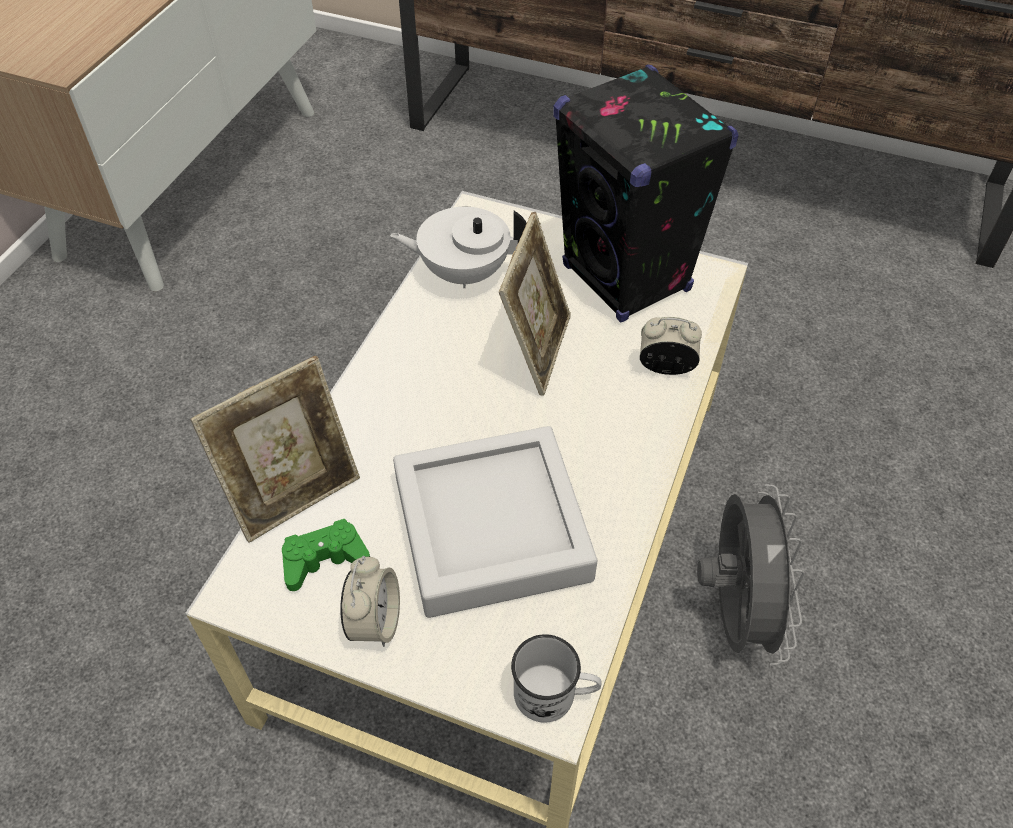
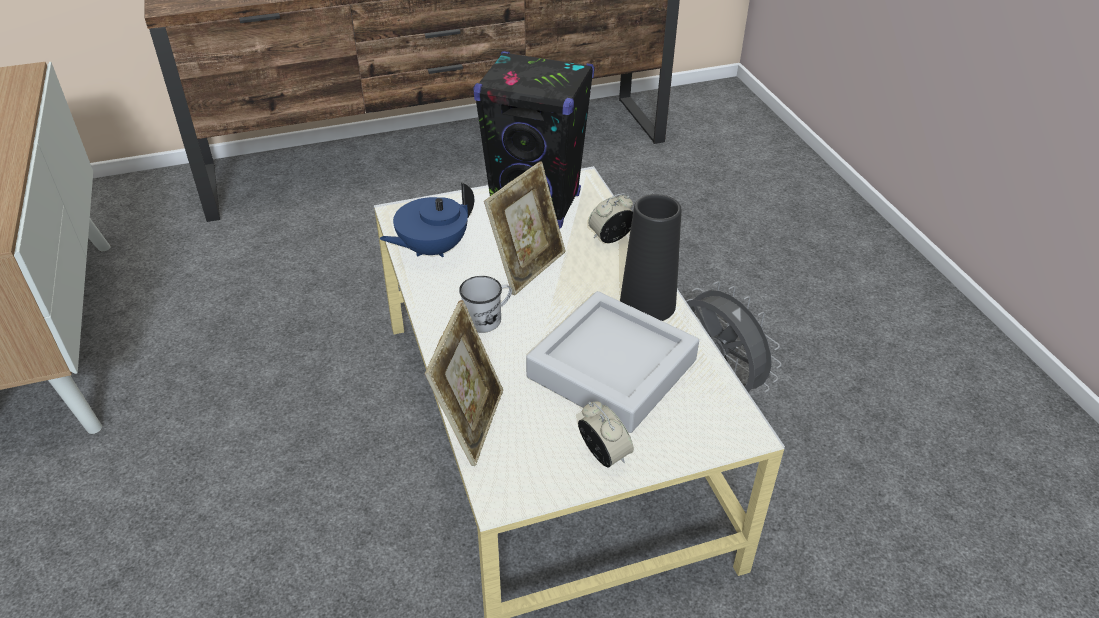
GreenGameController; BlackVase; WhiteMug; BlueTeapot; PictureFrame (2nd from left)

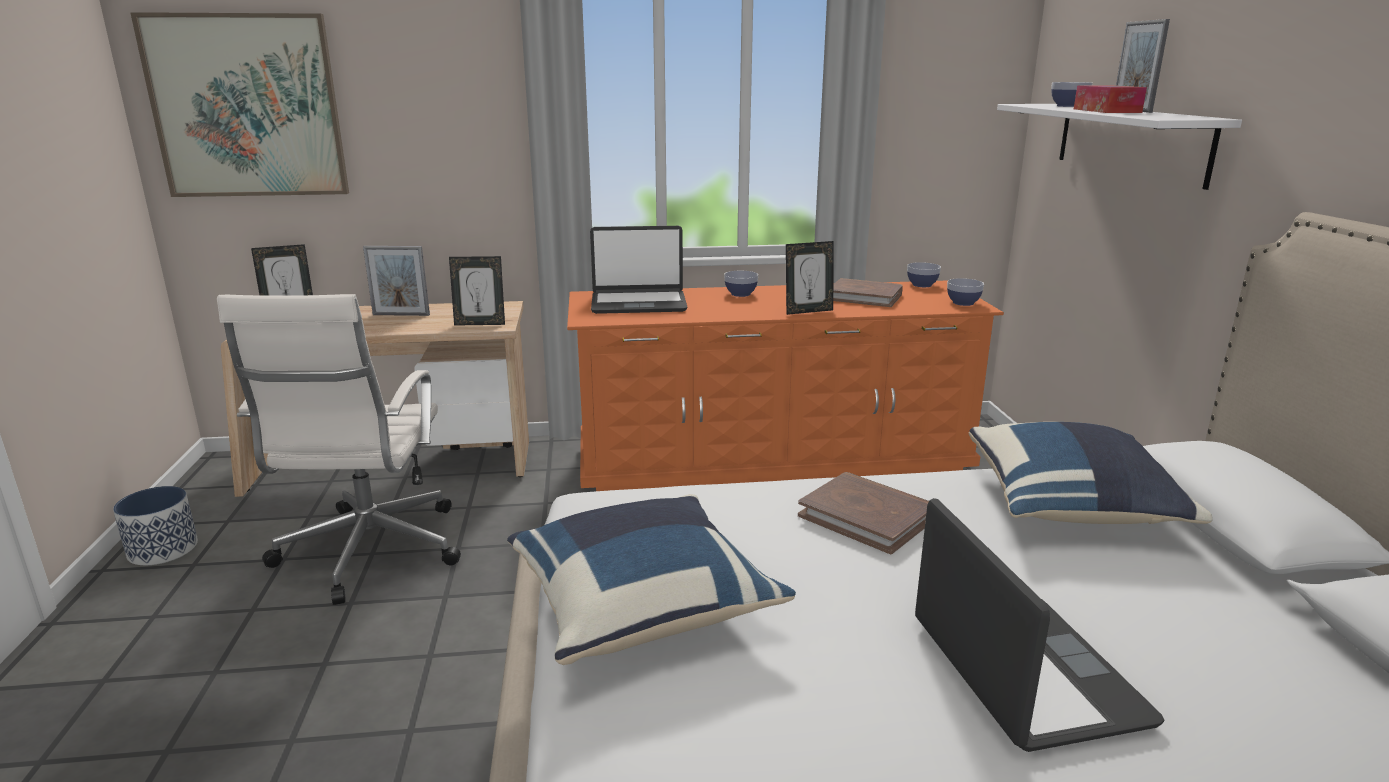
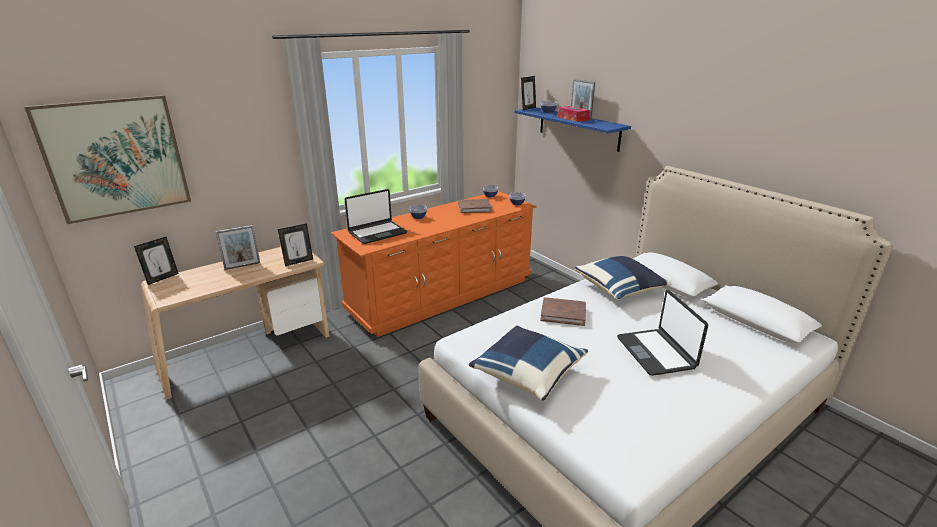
Planter; WhiteOfficeChair; PictureFrame (4th from left); BlueShelf; Laptop (2nd from left)

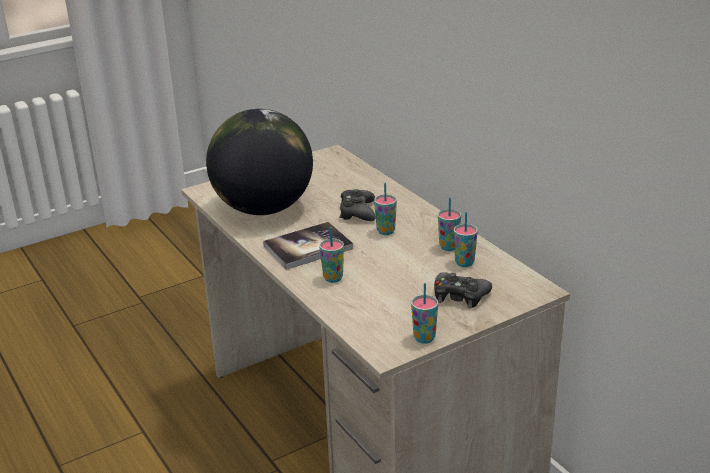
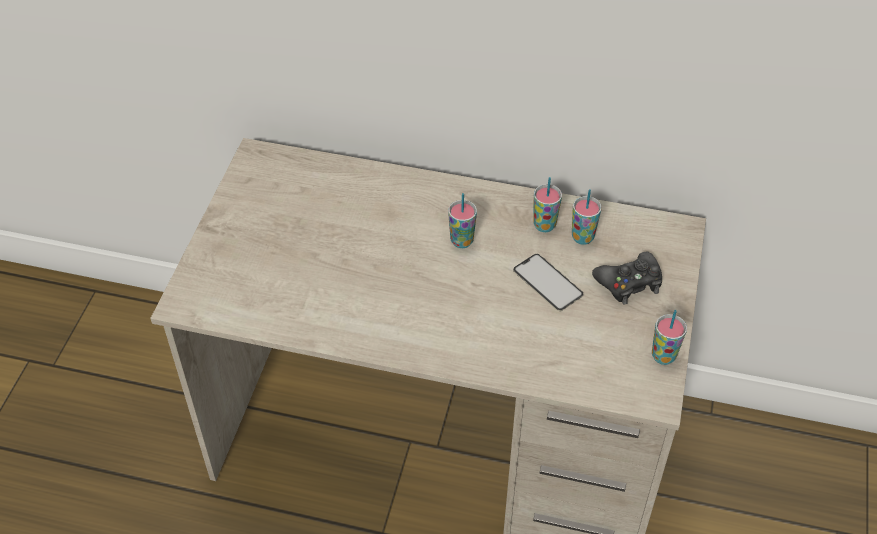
Globe; Book; Cup (1st from left in the first image); BlackGameController (1st from left in the first image); Phone

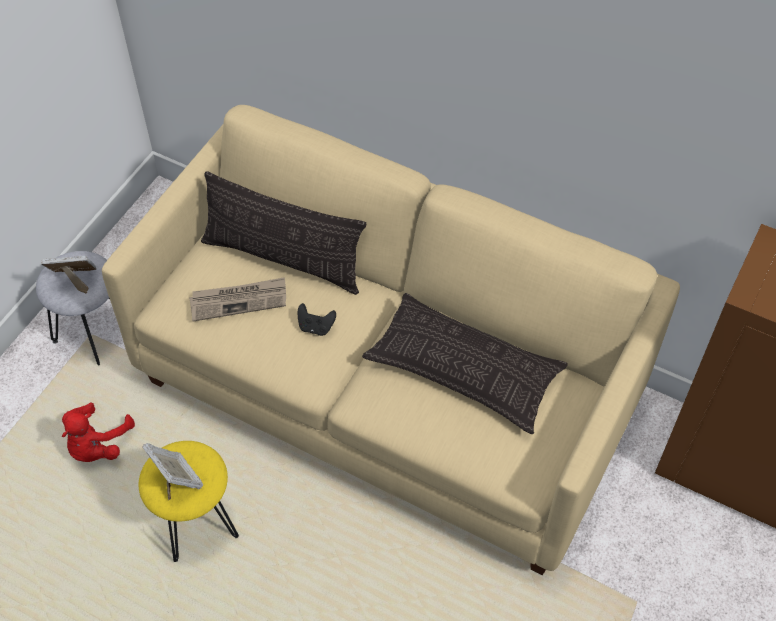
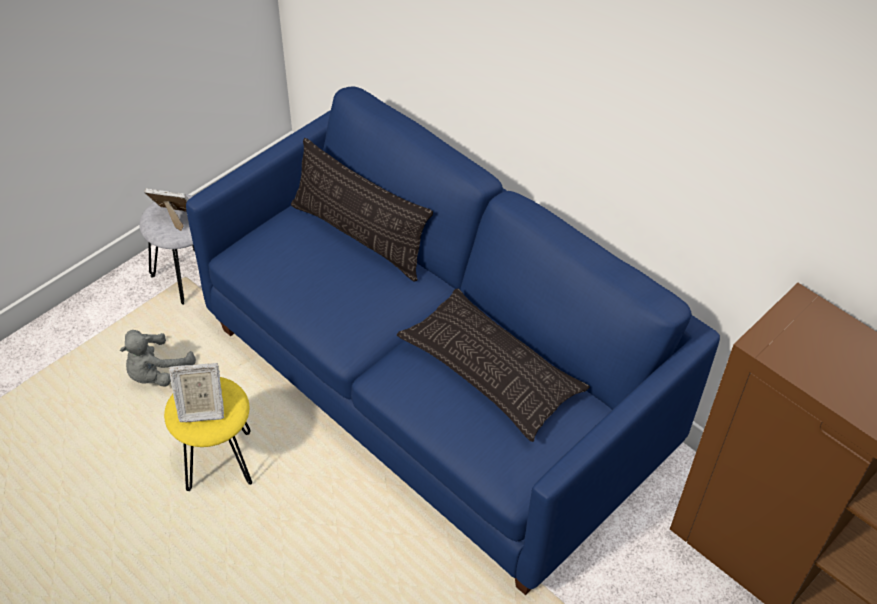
Newspaper; BlackGameController; GreyPlushToy; BlueSofa; PictureFrame (2nd from left)

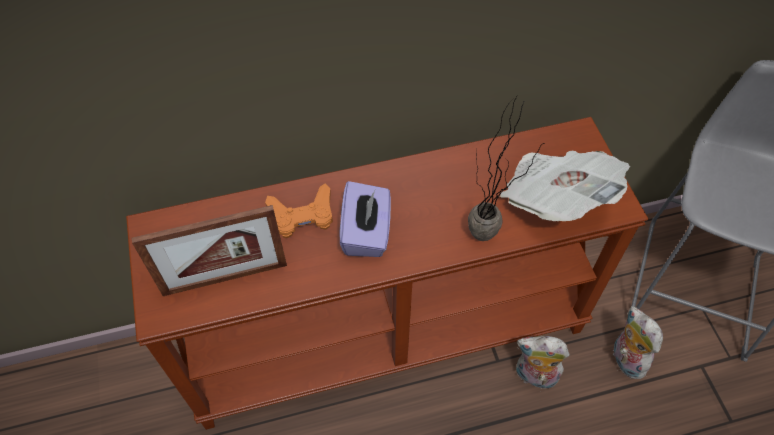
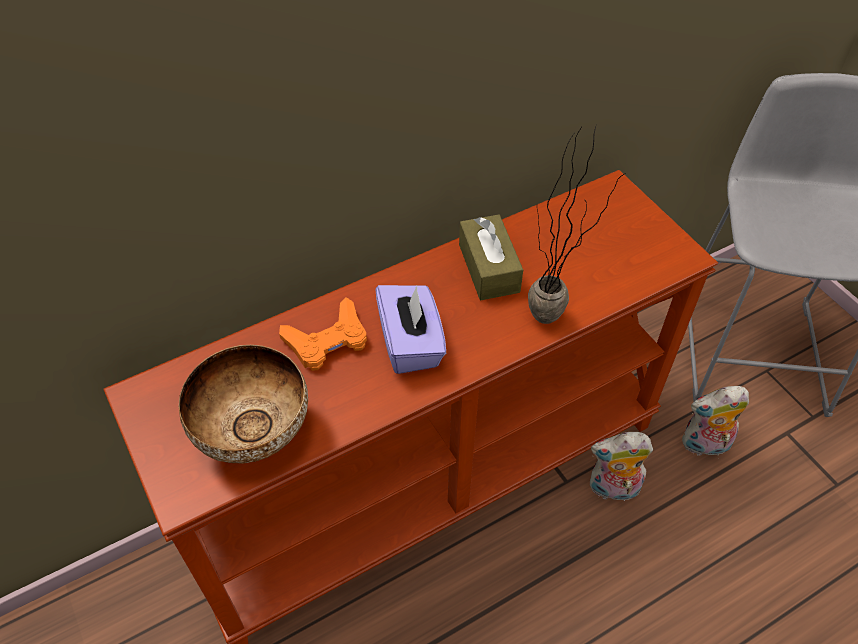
Newspaper; BrownTissueBox; Bowl; PlushToy (2nd from left)

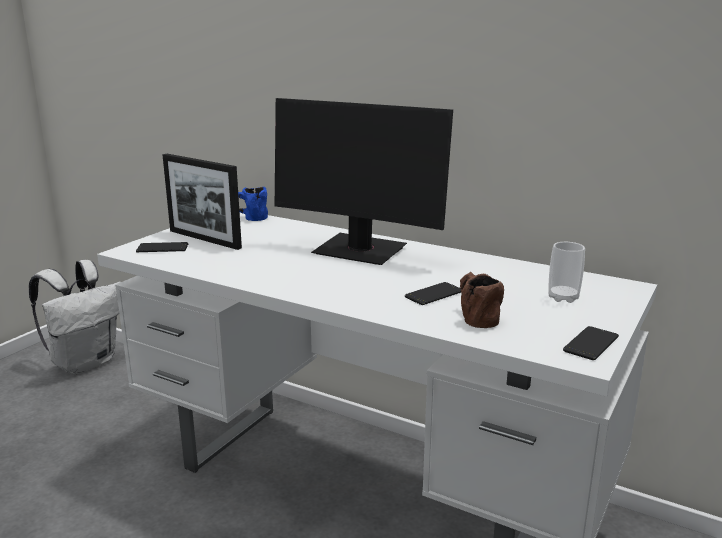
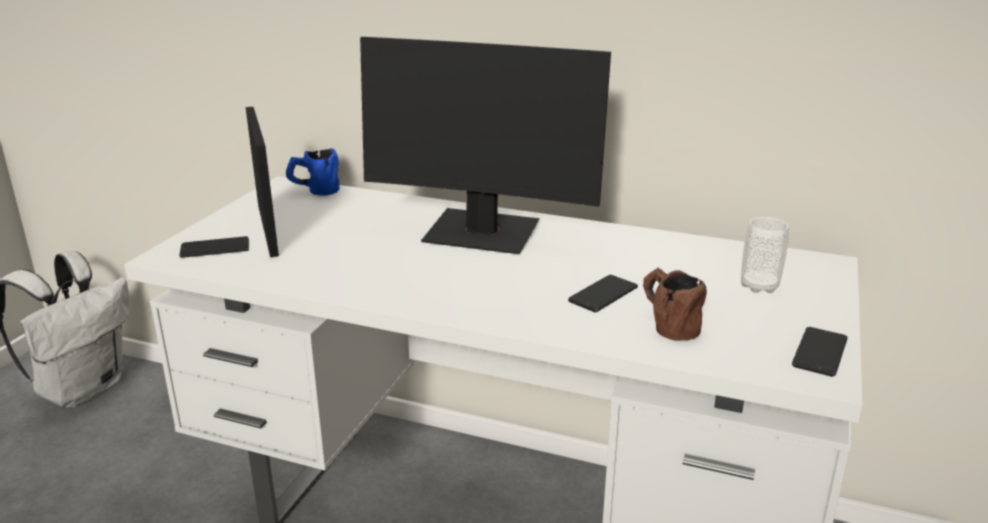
PictureFrame

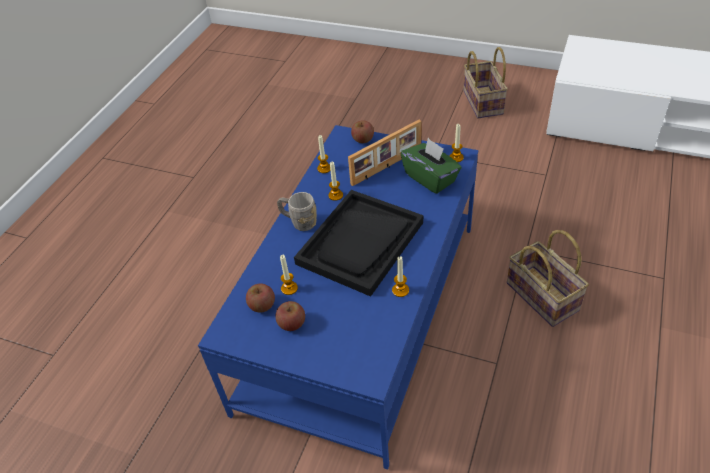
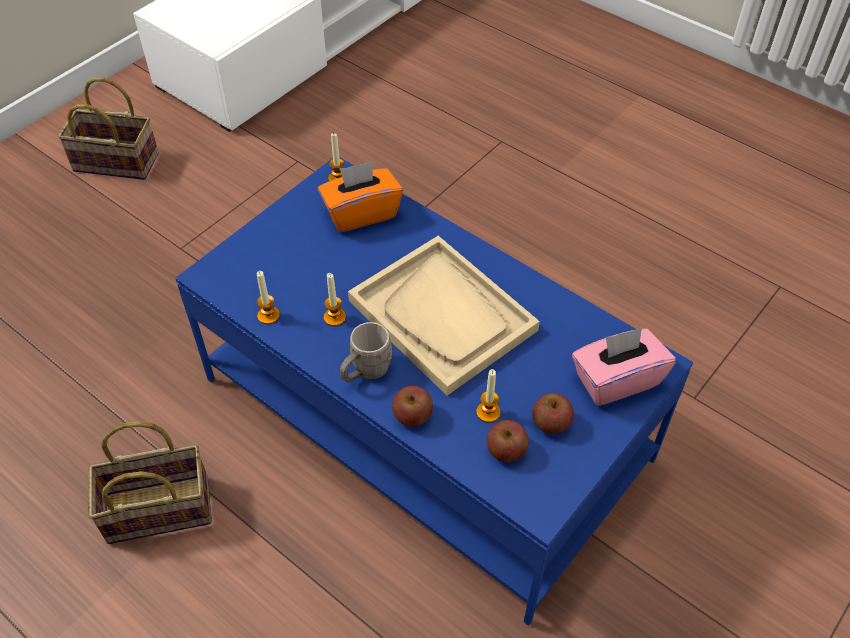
PictureFrame; Candle (4th from left in the first image); PinkTissueBox; Apple (1st from left); Basket (2nd from left); BeigeTray; OrangeTissueBox

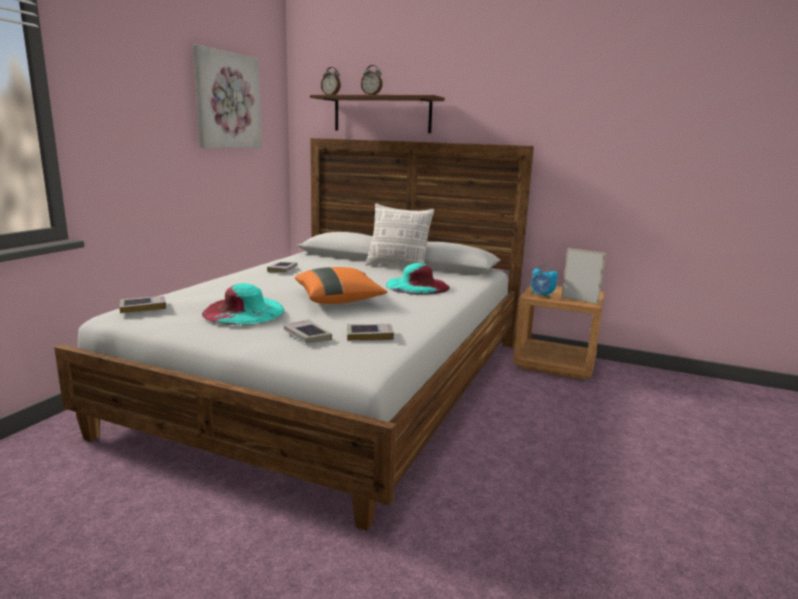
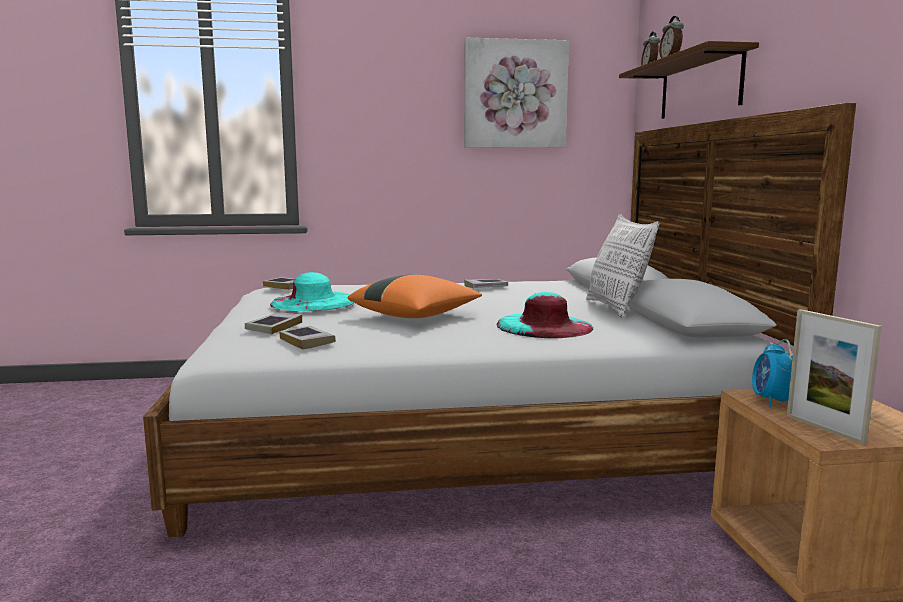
PictureFrame

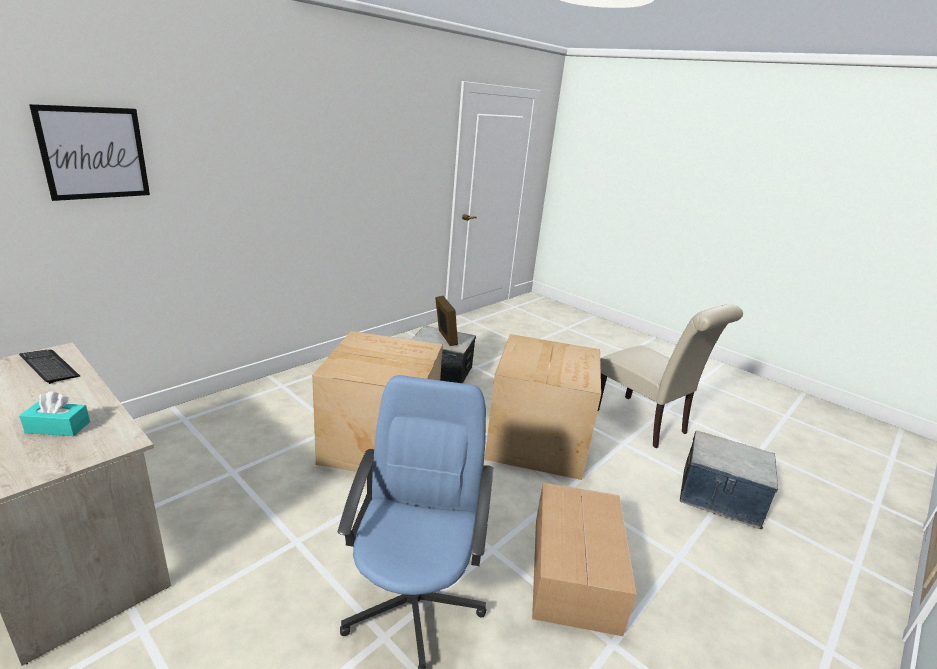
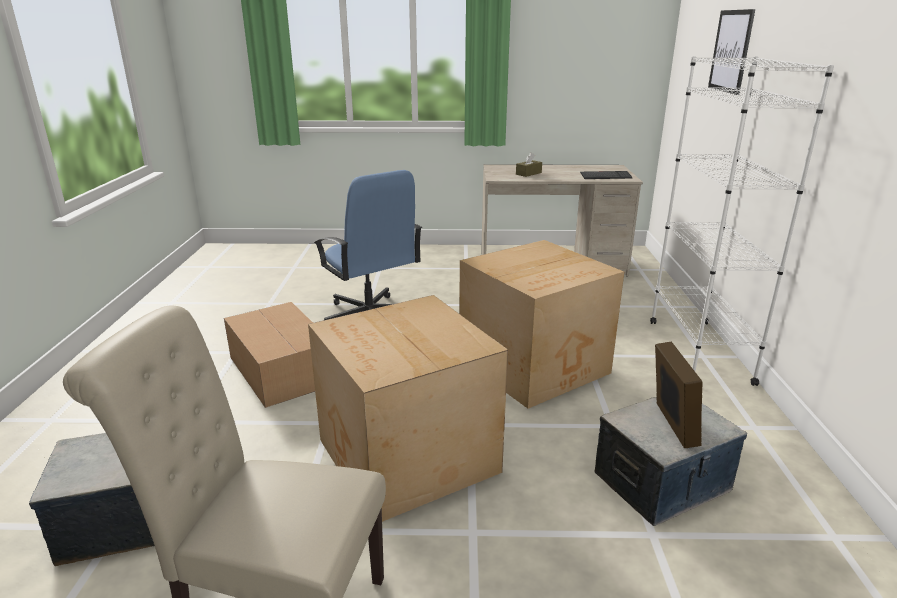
WhiteBookcase; BrownTissueBox; PictureFrame

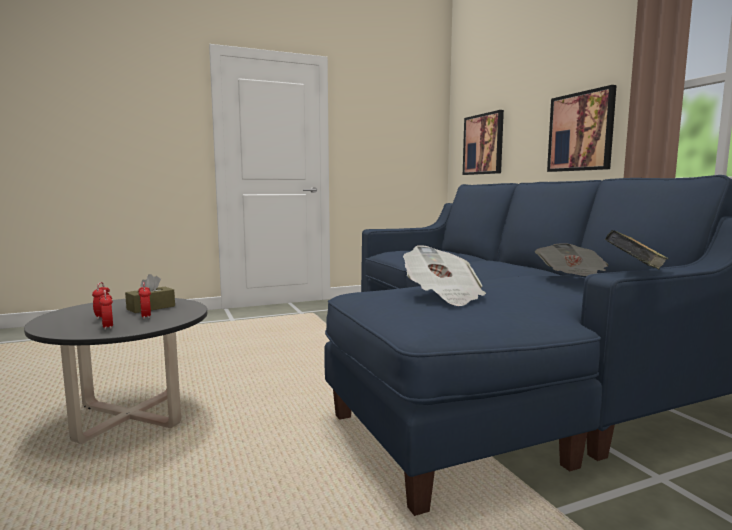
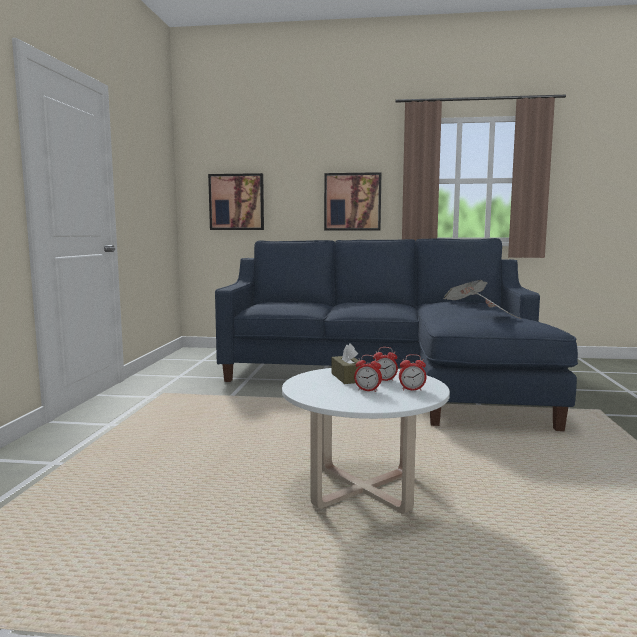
Book; WhiteCoffeeTable

